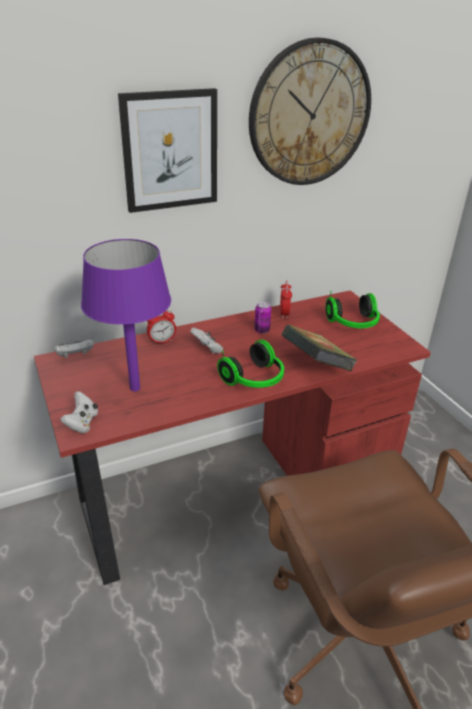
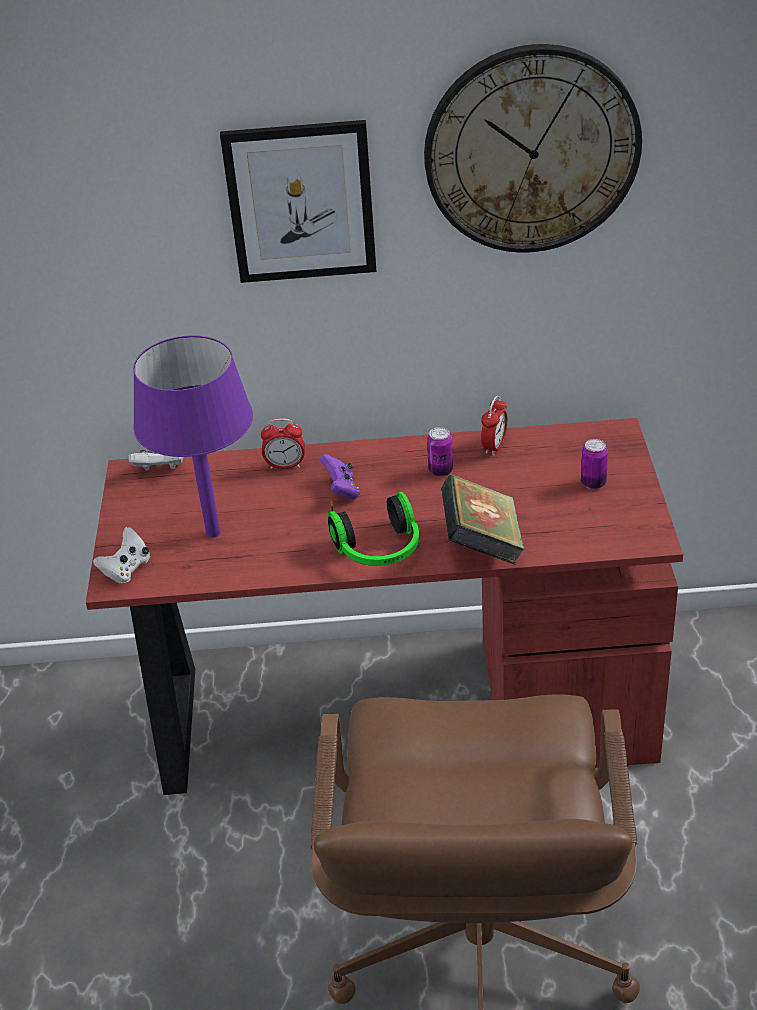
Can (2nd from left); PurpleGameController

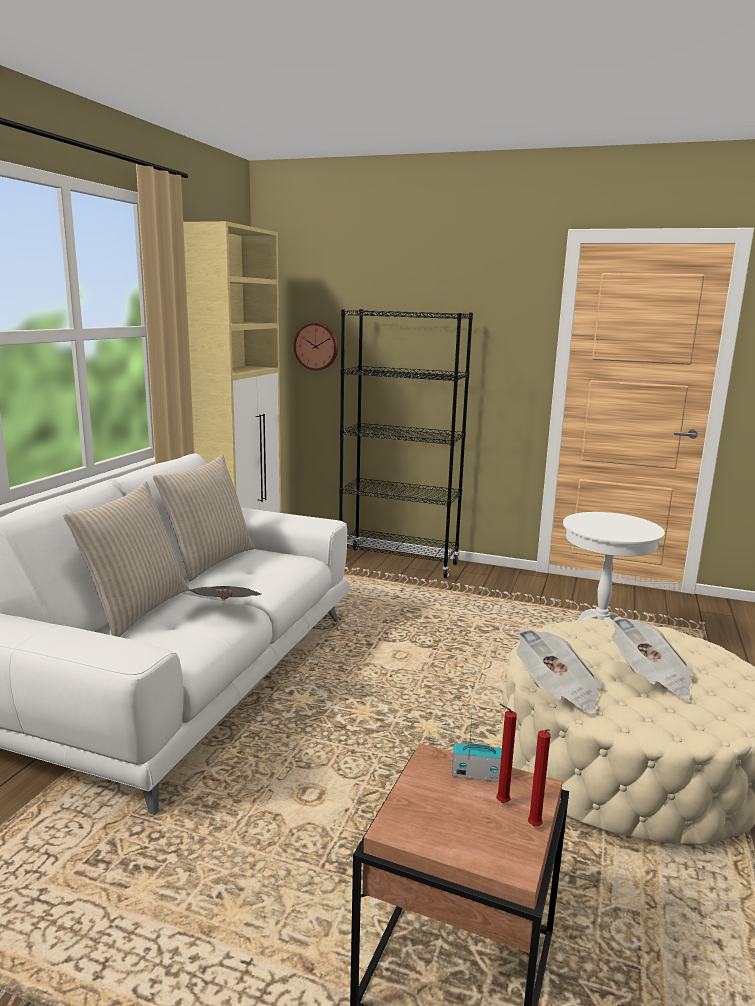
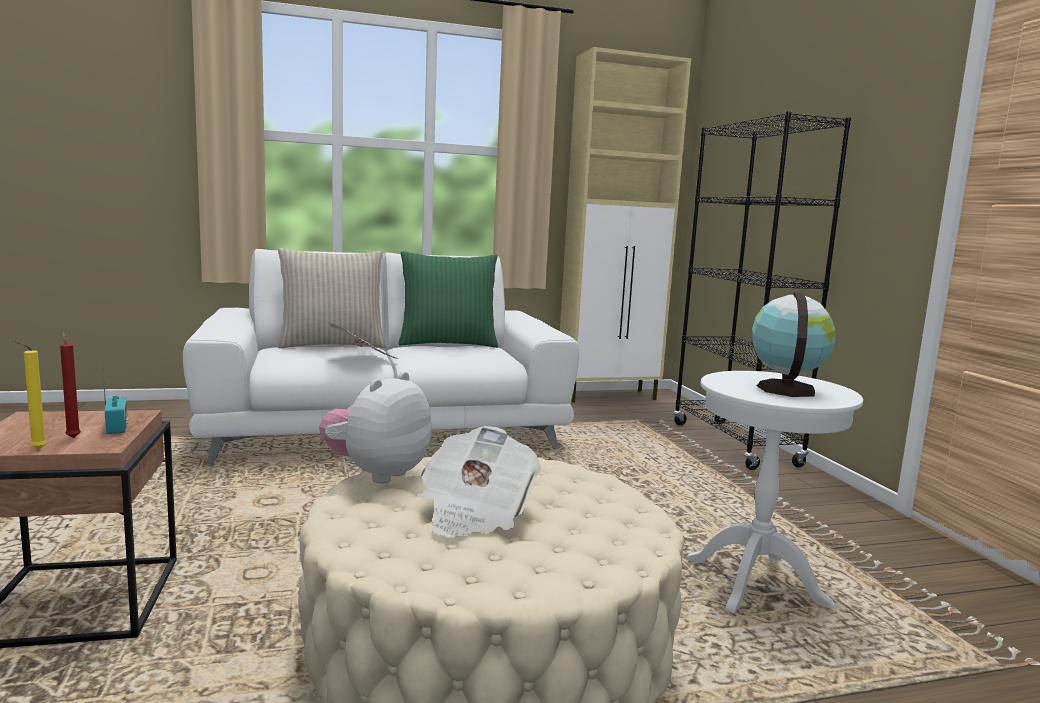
WallClock; Globe; PlushToy; GreenPillow; YellowCandle

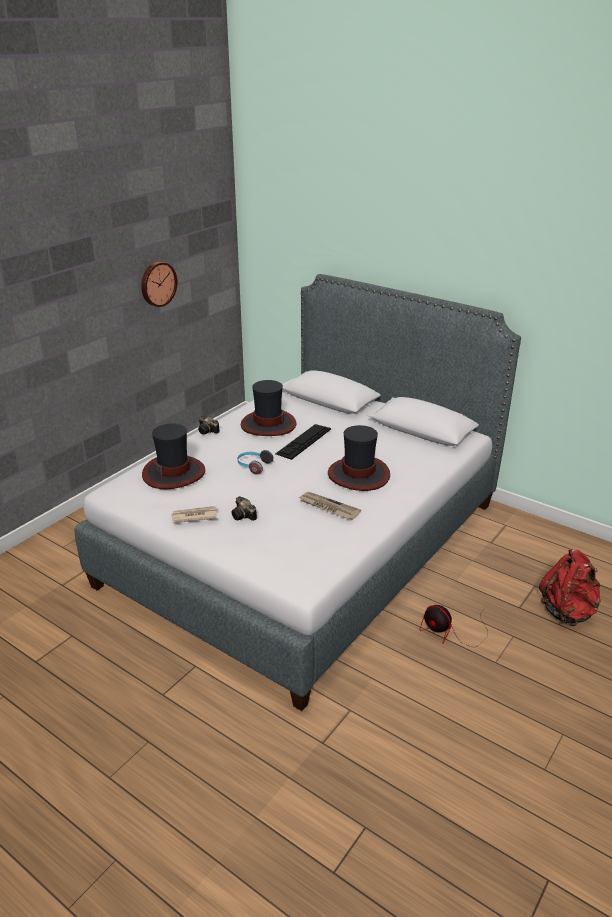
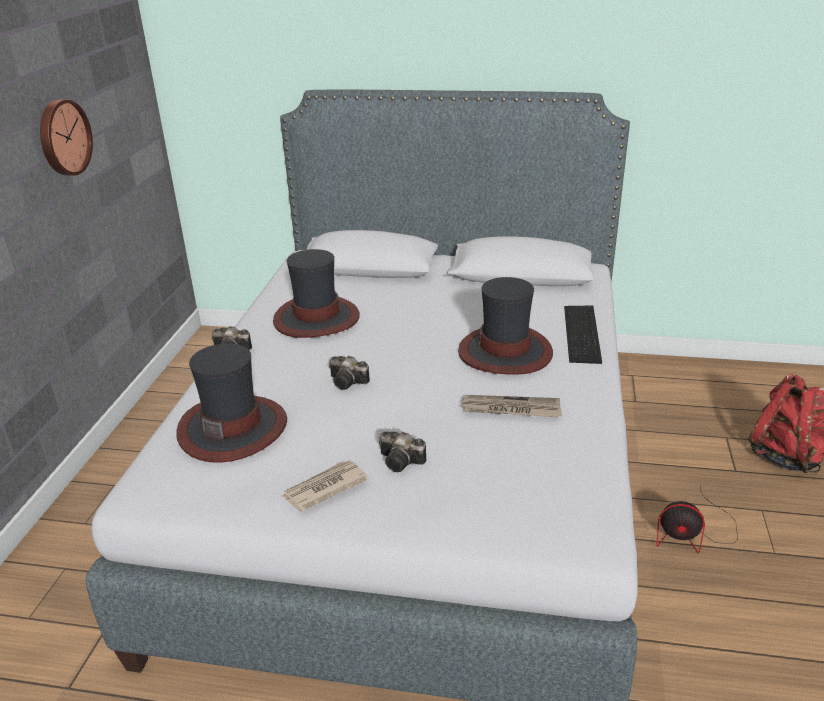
Keyboard; PhotoCamera (2nd from left)

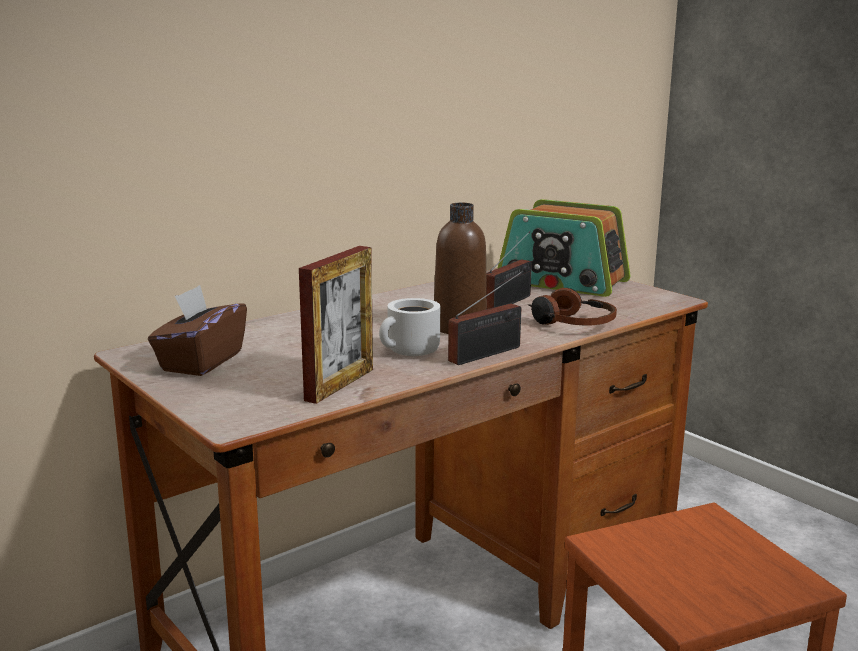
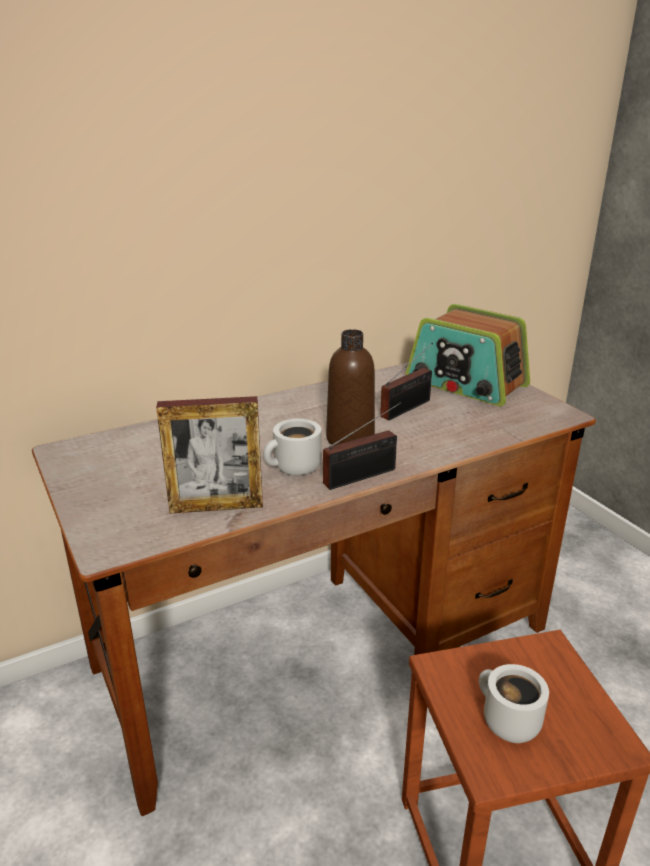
BrownTissueBox; Headphones; WhiteMug (2nd from left); PictureFrame

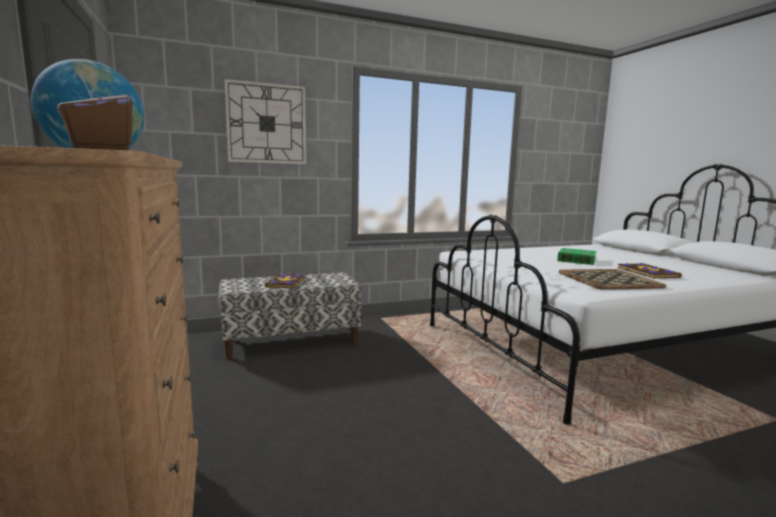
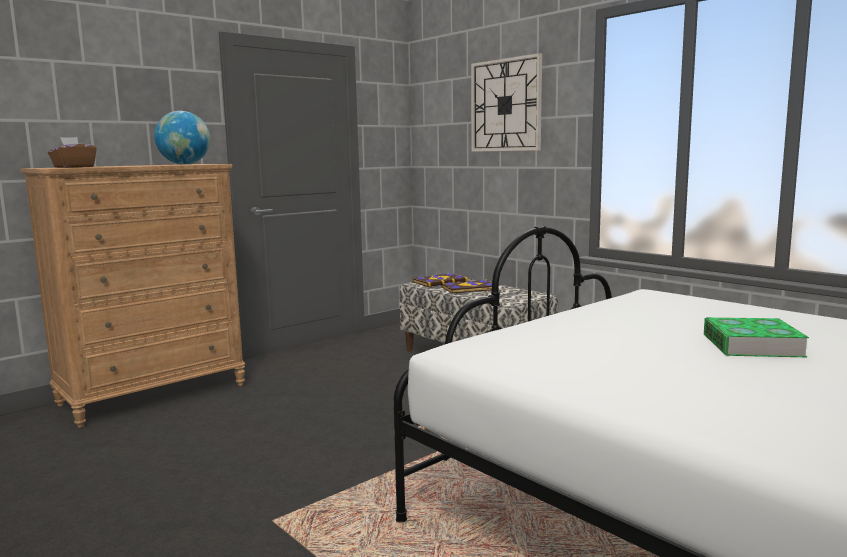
Tray; Book (1st from left)

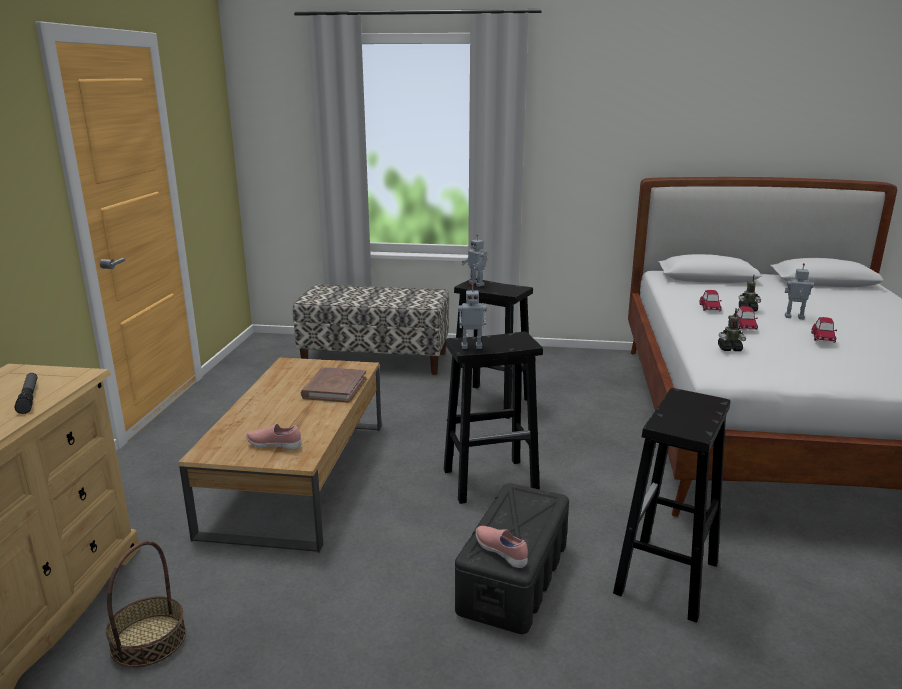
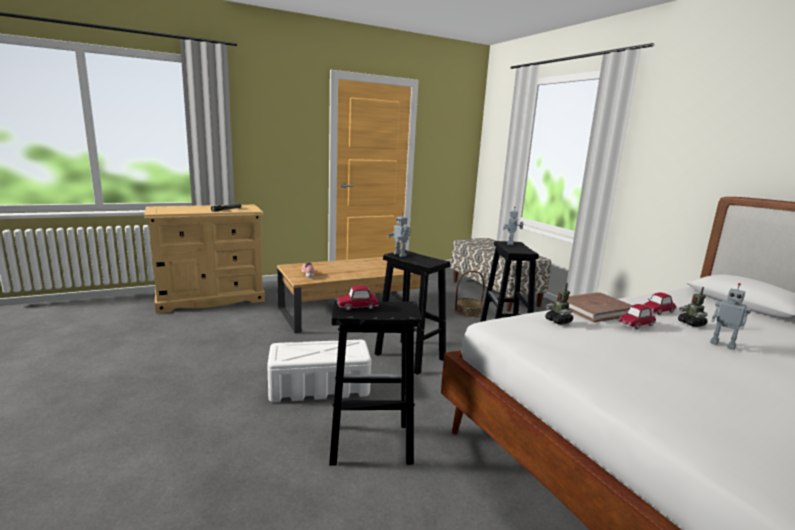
PinkShoe (2nd from left in the first image); Basket; BrownBook; ToyCar (1st from left); WhiteStorageBox; ToyRobot (5th from left)

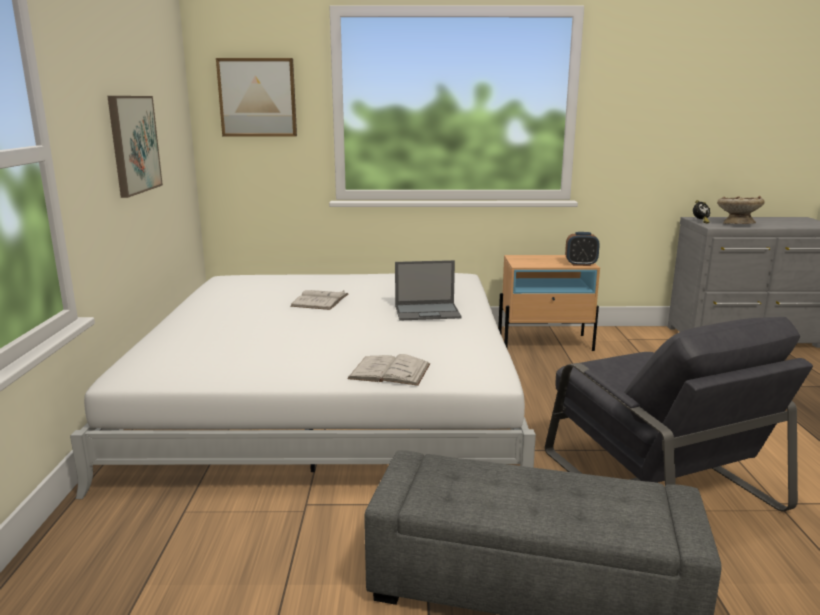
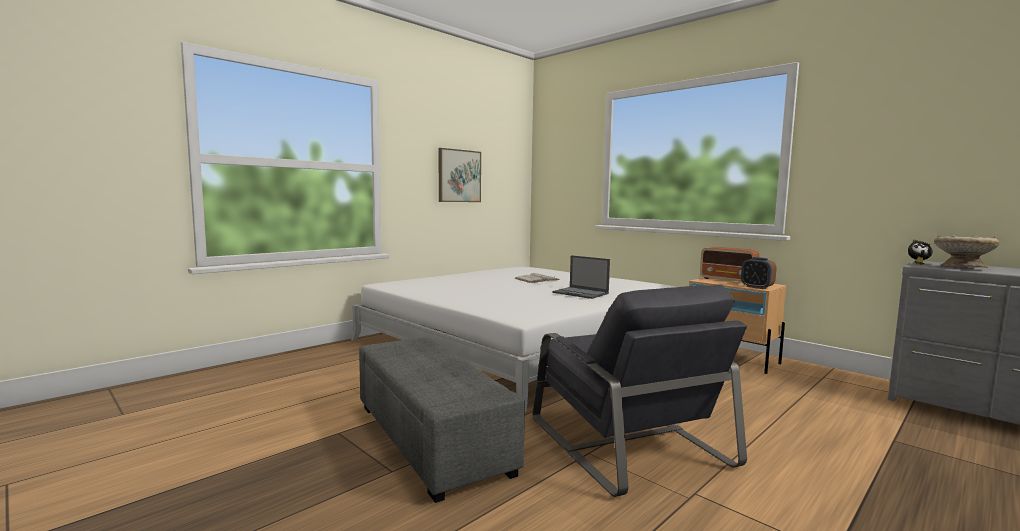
Picture (2nd from left in the first image); WhiteBook (2nd from left in the first image); Radio; GreyArmchair

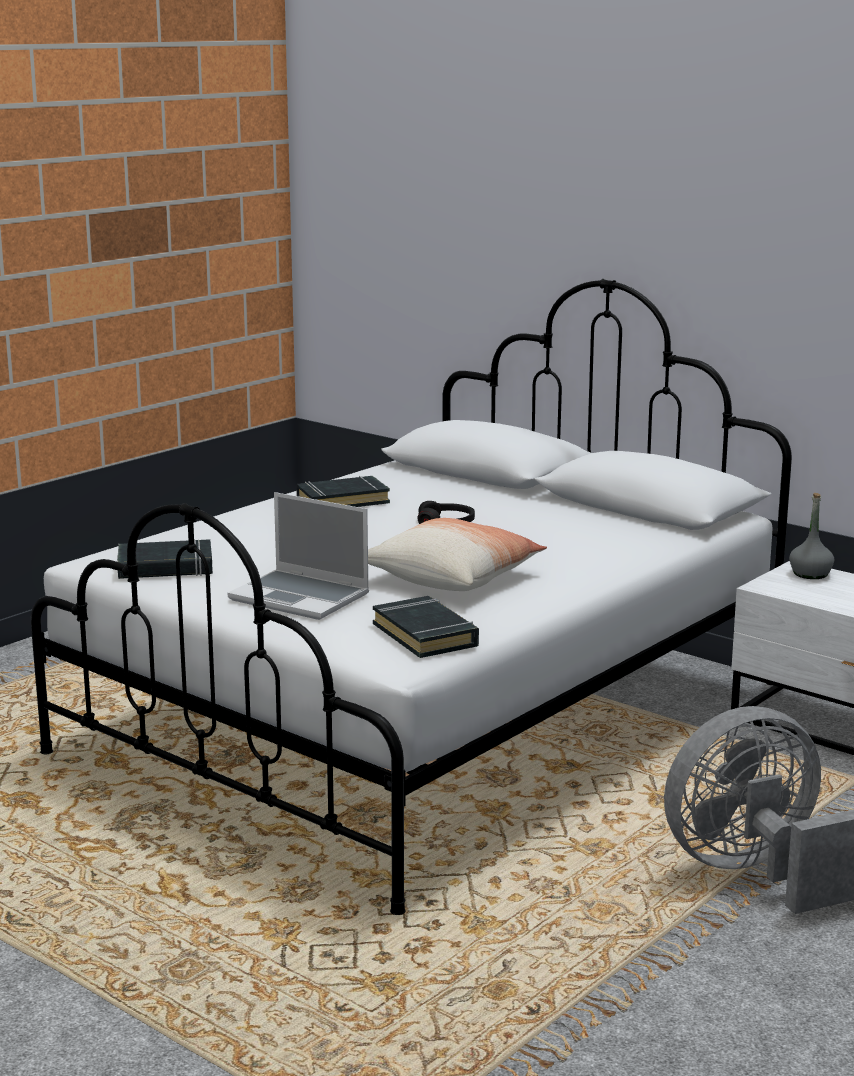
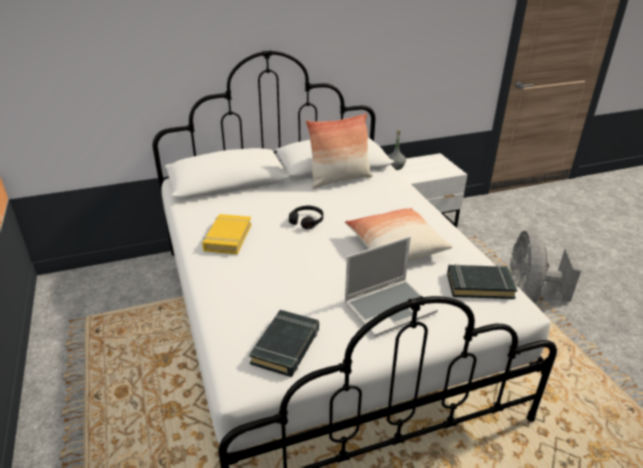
Pillow (1st from left); YellowBook

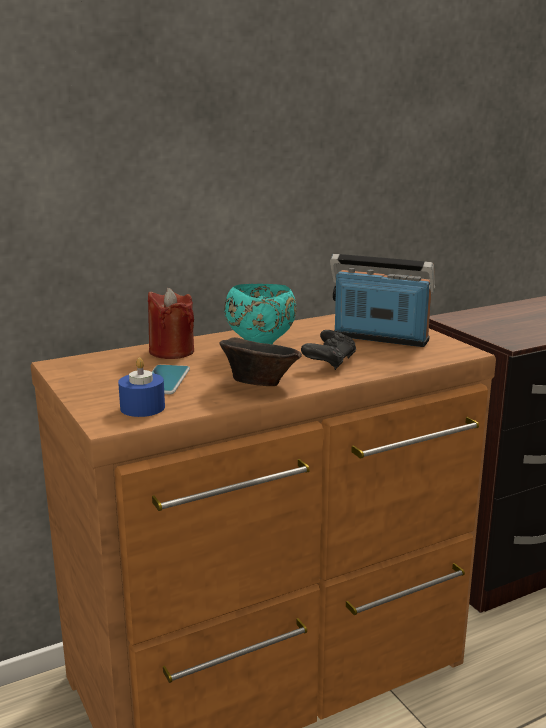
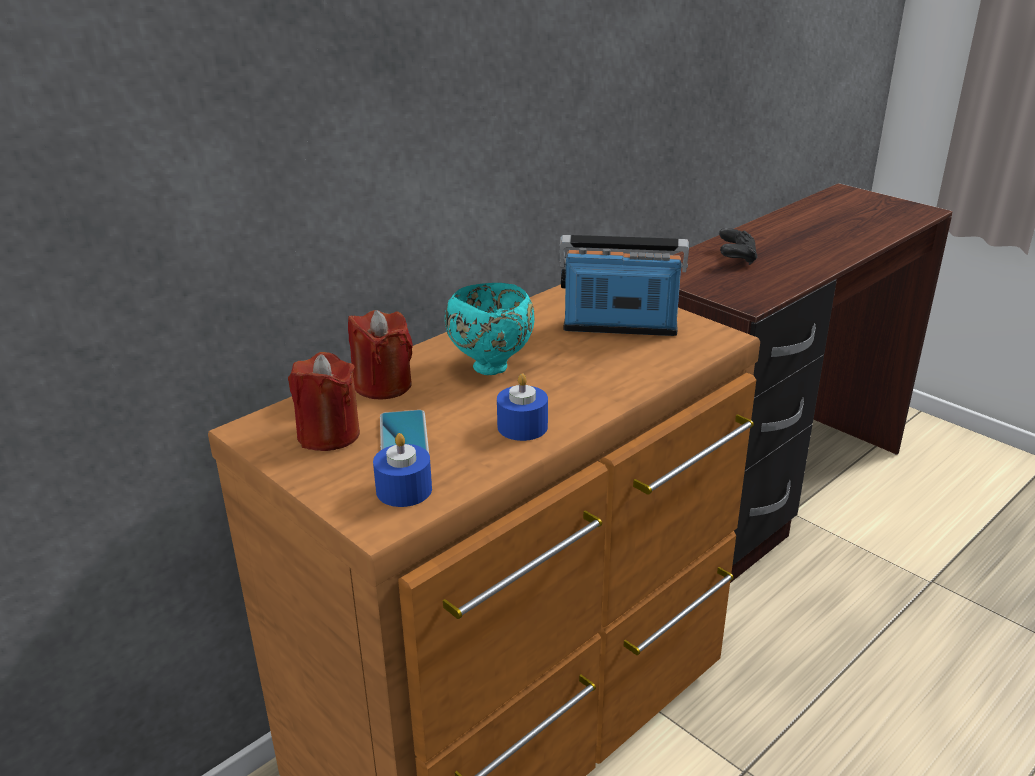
RedCandle (1st from left); BlackGameController; BlueCandle (2nd from left)

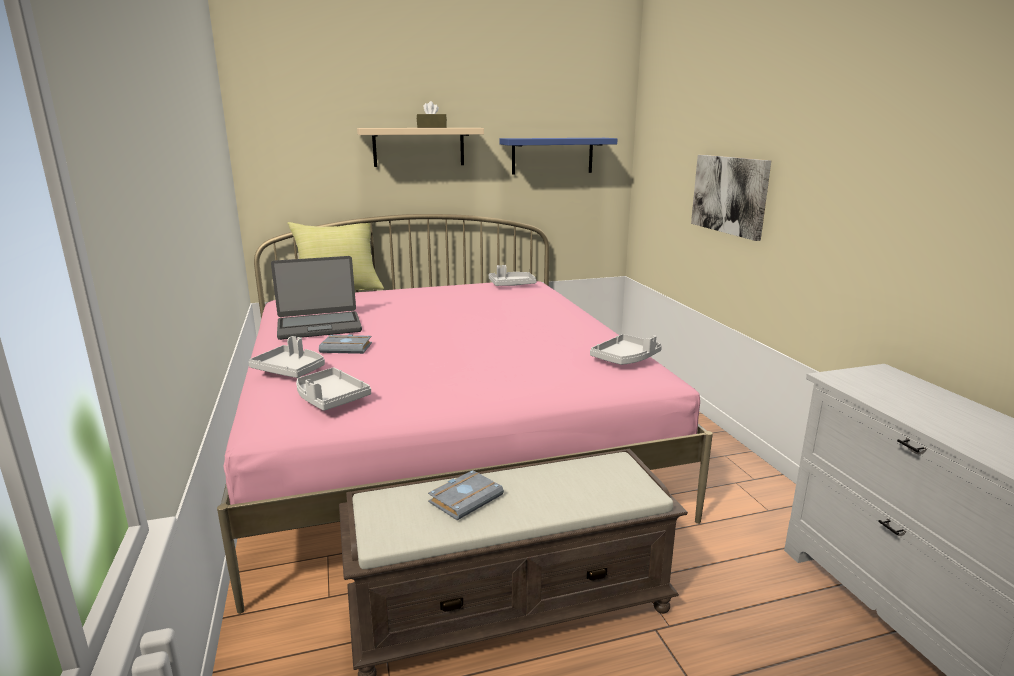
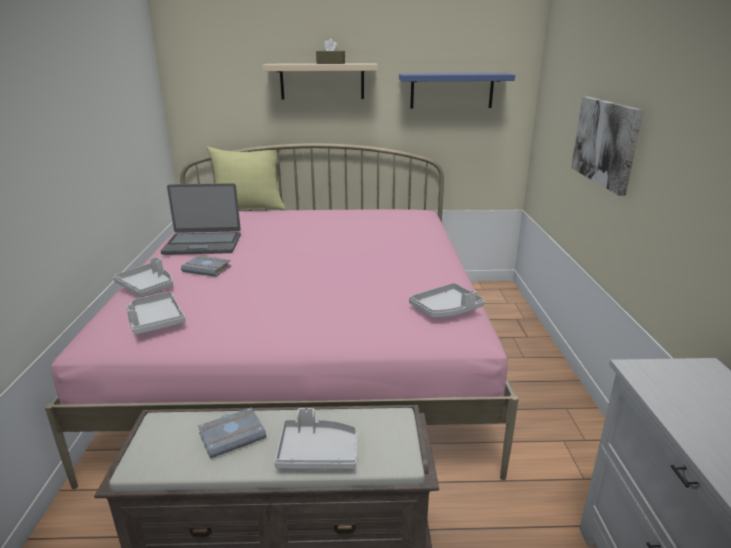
GreyTray (3rd from left)

